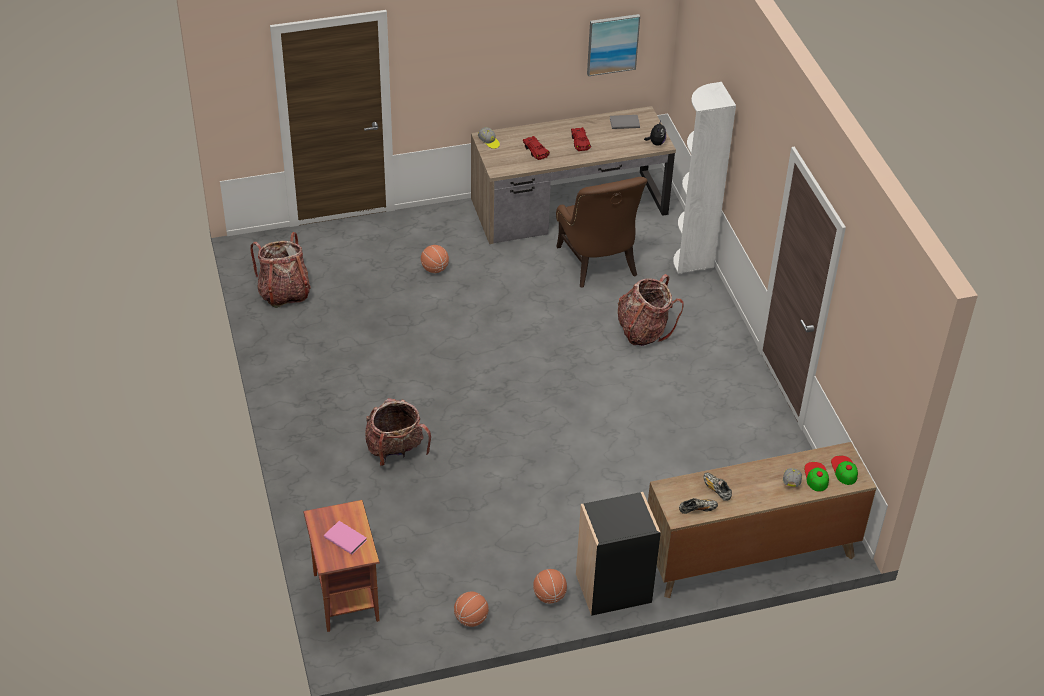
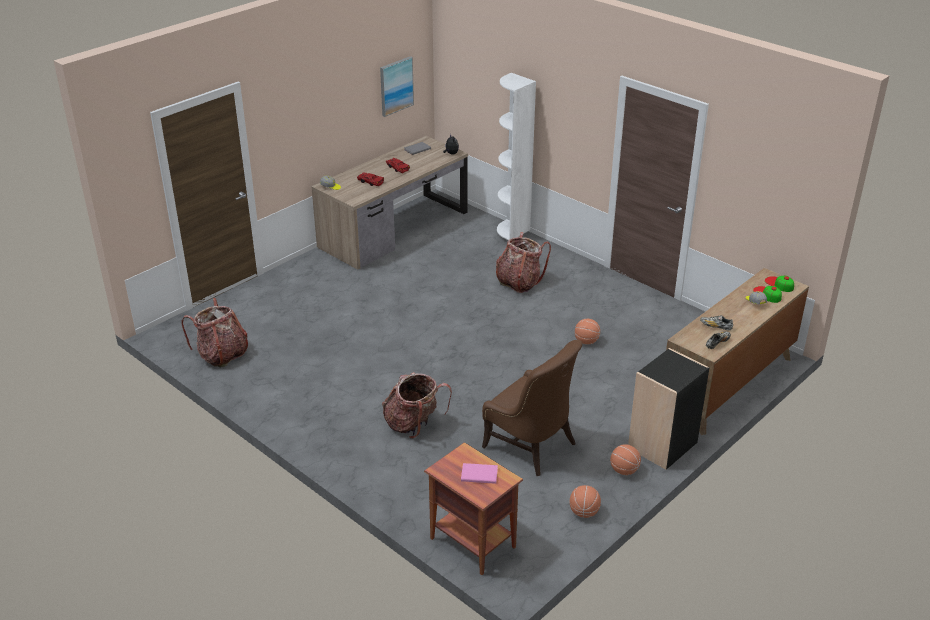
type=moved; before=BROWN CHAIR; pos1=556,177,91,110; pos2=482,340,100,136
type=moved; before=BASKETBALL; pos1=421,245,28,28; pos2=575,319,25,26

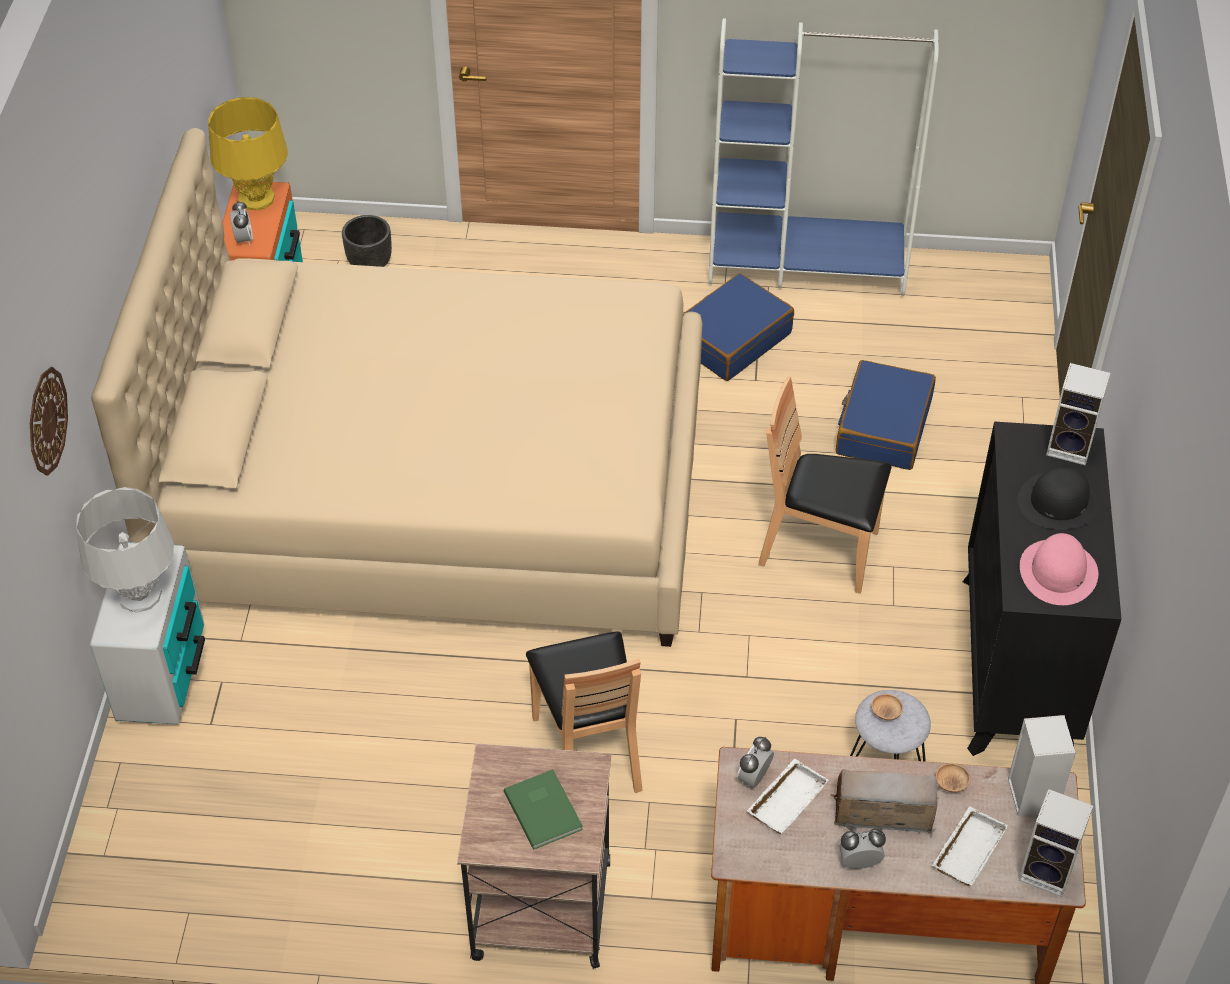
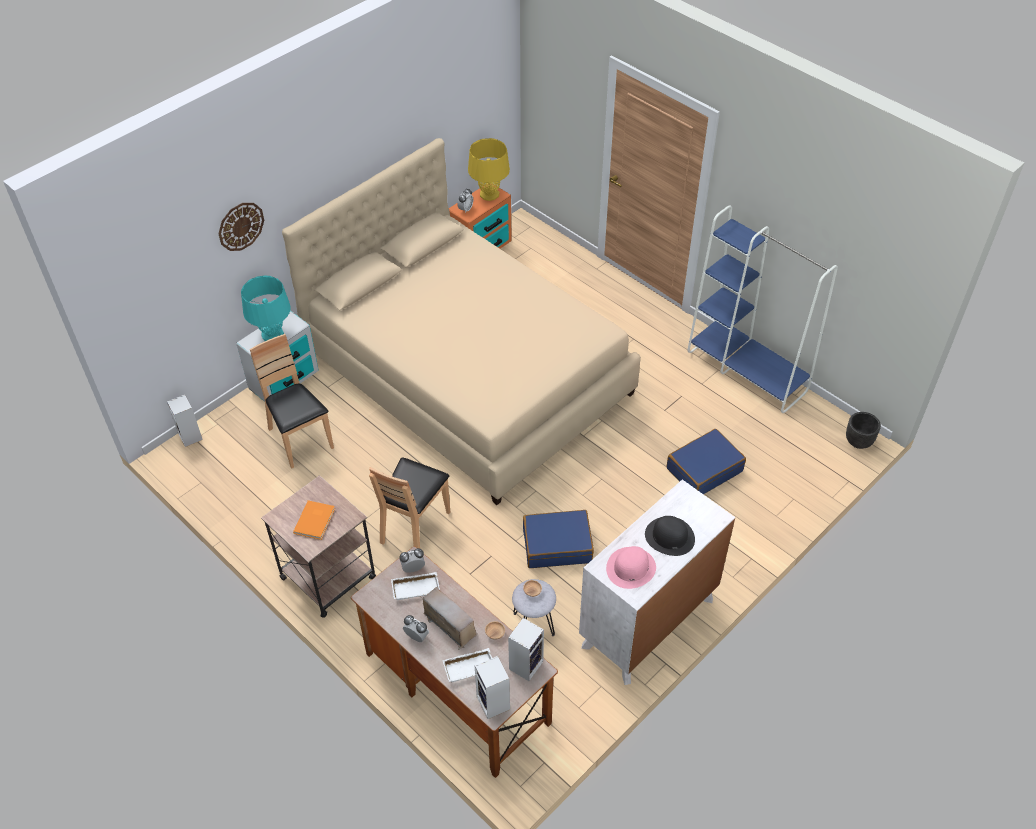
type=moved; before=BLACK PLANTER; pos1=342,215,50,52; pos2=846,412,35,37
type=moved; before=BLUE SUITCASE; pos1=683,273,111,108; pos2=523,510,71,58
type=moved; before=SPEAKER; pos1=1046,363,64,103; pos2=167,395,36,52
type=moved; before=BROWN CHAIR; pos1=758,376,134,218; pos2=250,334,84,135
type=recoloured; before=BLACK DRESSER; after=WHITE DRESSER; pos1=962,422,159,334; pos2=579,479,156,206
type=recoloured; before=GREY TABLE LAMP; after=TURQUOISE TABLE LAMP; pos1=76,487,98,126; pos2=241,275,50,66
type=recoloured; before=GREEN BOOK; after=ORANGE BOOK; pos1=504,769,79,81; pos2=293,500,42,40

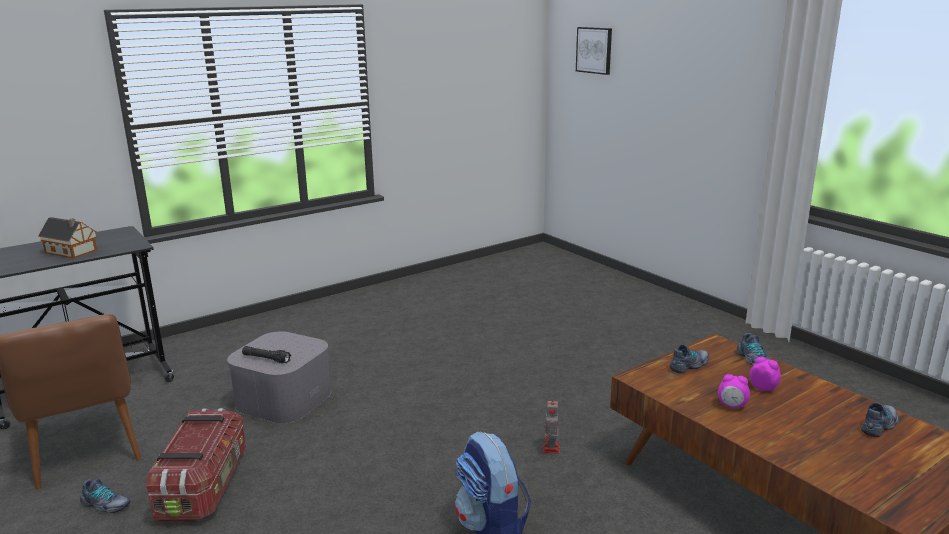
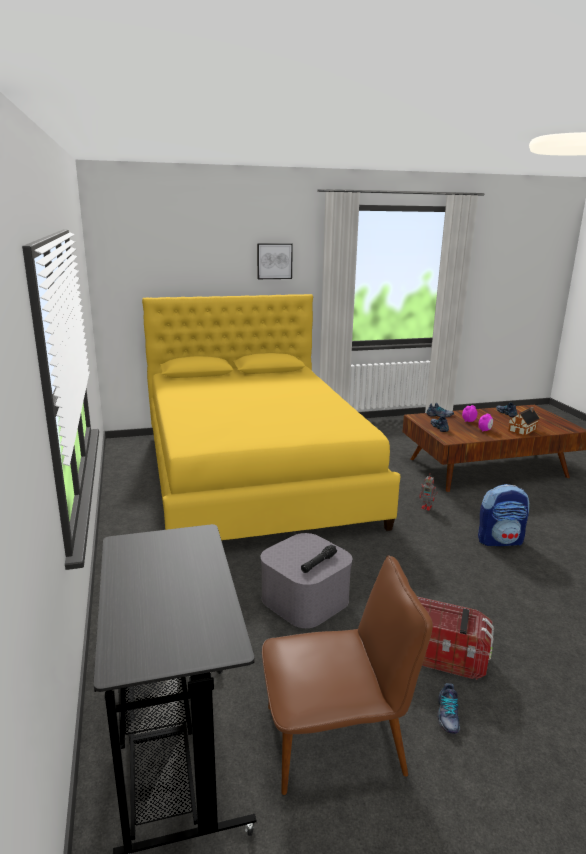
type=moved; before=PICTURE; pos1=576,27,36,48; pos2=257,243,36,36
type=moved; before=TOY HOUSE; pos1=38,217,59,41; pos2=508,407,32,29
type=turned; before=SHOE; pos1=80,479,51,34; pos2=437,683,23,51; turn=150
type=added; after=YELLOW BED; pos2=142,294,258,246

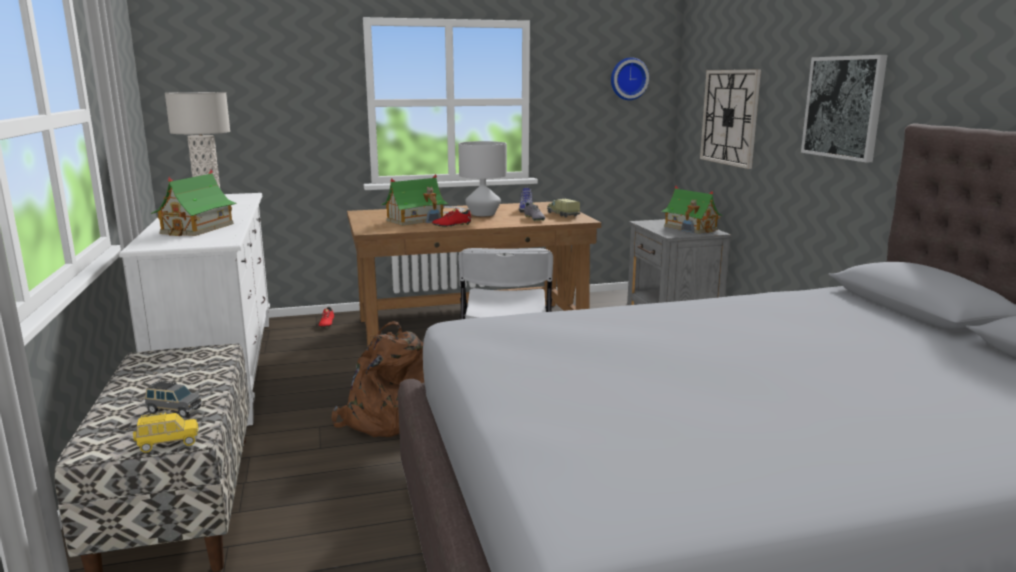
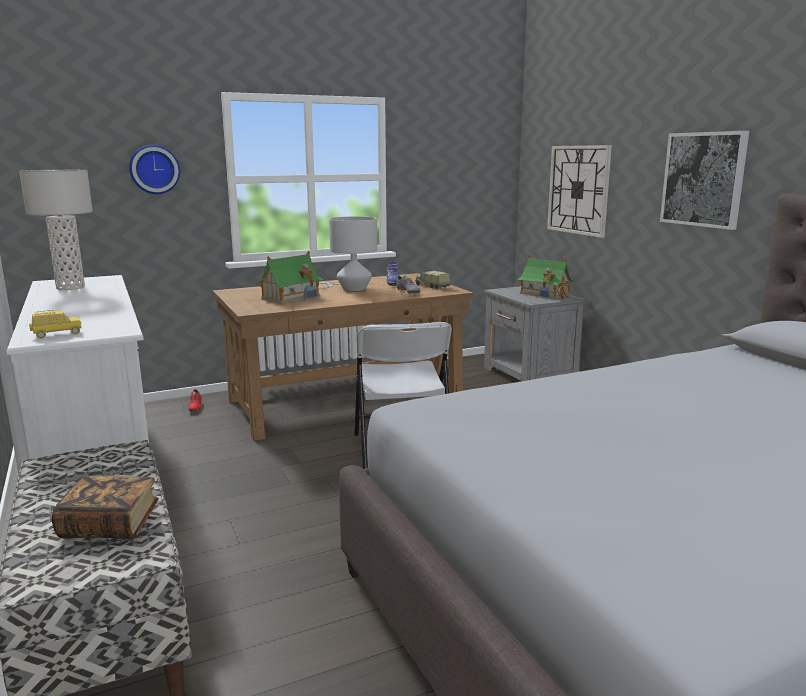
type=moved; before=WALL CLOCK; pos1=611,57,38,43; pos2=129,145,51,49
type=removed; before=TOY HOUSE; pos1=151,170,86,66
type=removed; before=RED SHOE; pos1=432,208,39,20
type=removed; before=BROWN BACKPACK; pos1=332,321,92,116
type=replaced; before=GREY TOY CAR; after=BOOK; pos1=145,380,57,38; pos2=52,476,107,63
type=moved; before=YELLOW TOY CAR; pos1=133,412,65,41; pos2=29,310,53,29

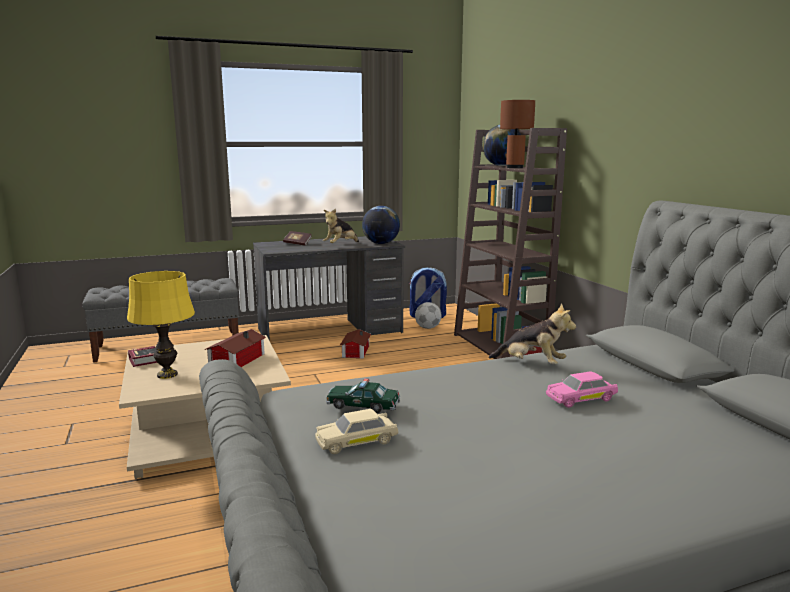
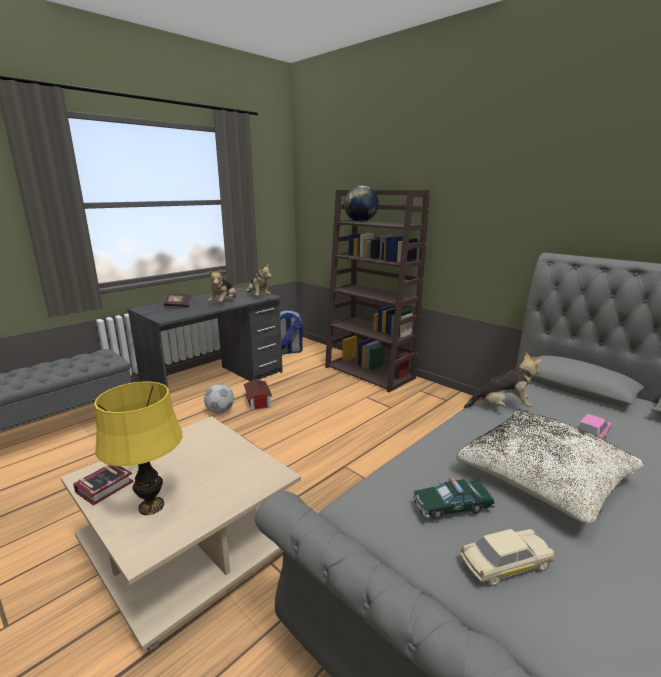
type=removed; before=BROWN TABLE LAMP; pos1=500,100,35,68
type=replaced; before=GLOBE; after=PLUSH TOY; pos1=362,206,38,38; pos2=246,265,26,31
type=moved; before=FOOTBALL; pos1=415,302,27,27; pos2=204,384,30,30
type=removed; before=TOY HOUSE; pos1=204,329,62,38
type=turned; before=BEIGE TOY CAR; pos1=315,409,83,45; pos2=460,529,95,57; turn=-150
type=added; after=BEIGE PILLOW; pos2=456,411,189,113

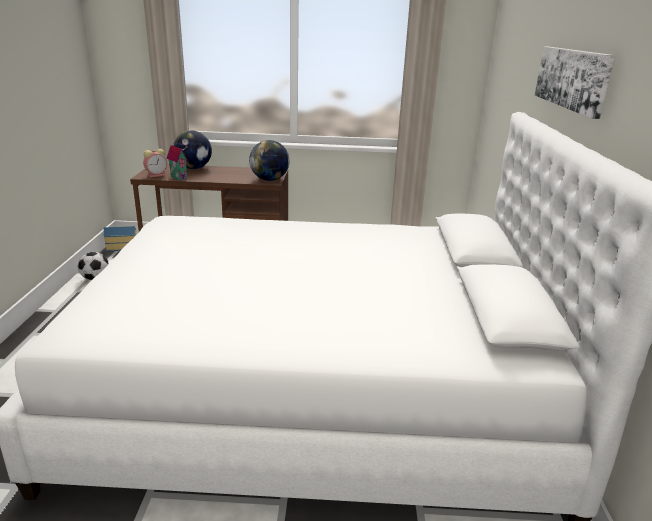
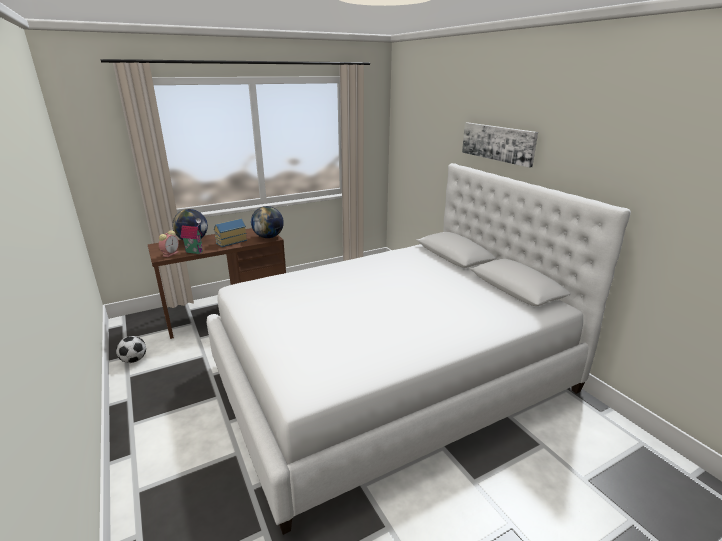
type=moved; before=TOY HOUSE; pos1=104,226,33,25; pos2=214,219,33,28

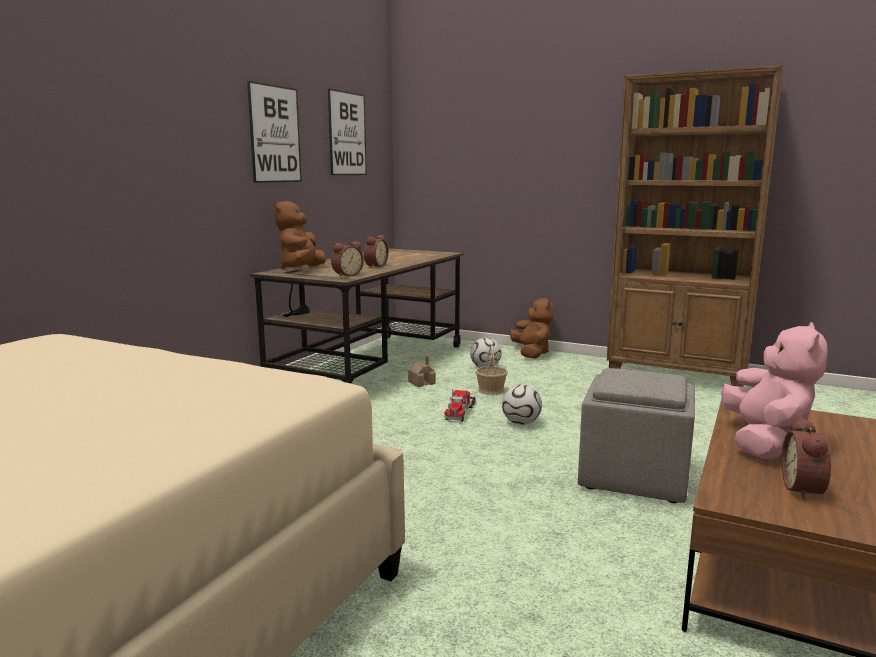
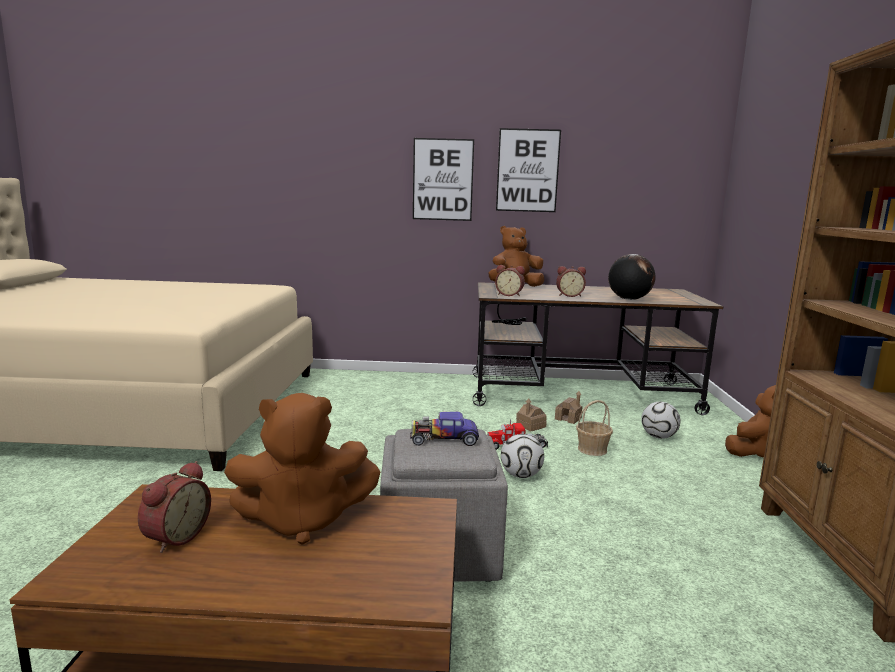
type=moved; before=PICTURE; pos1=328,88,39,87; pos2=413,138,61,83
type=recoloured; before=PINK PLUSH TOY; after=BROWN PLUSH TOY; pos1=721,322,107,137; pos2=224,393,156,152
type=turned; before=ALARM CLOCK; pos1=782,418,49,82; pos2=138,461,73,92; turn=120
type=added; after=GLOBE; pos2=608,254,48,46
type=added; after=TOY HOUSE; pos2=516,398,31,34
type=added; after=TOY CAR; pos2=410,412,69,34

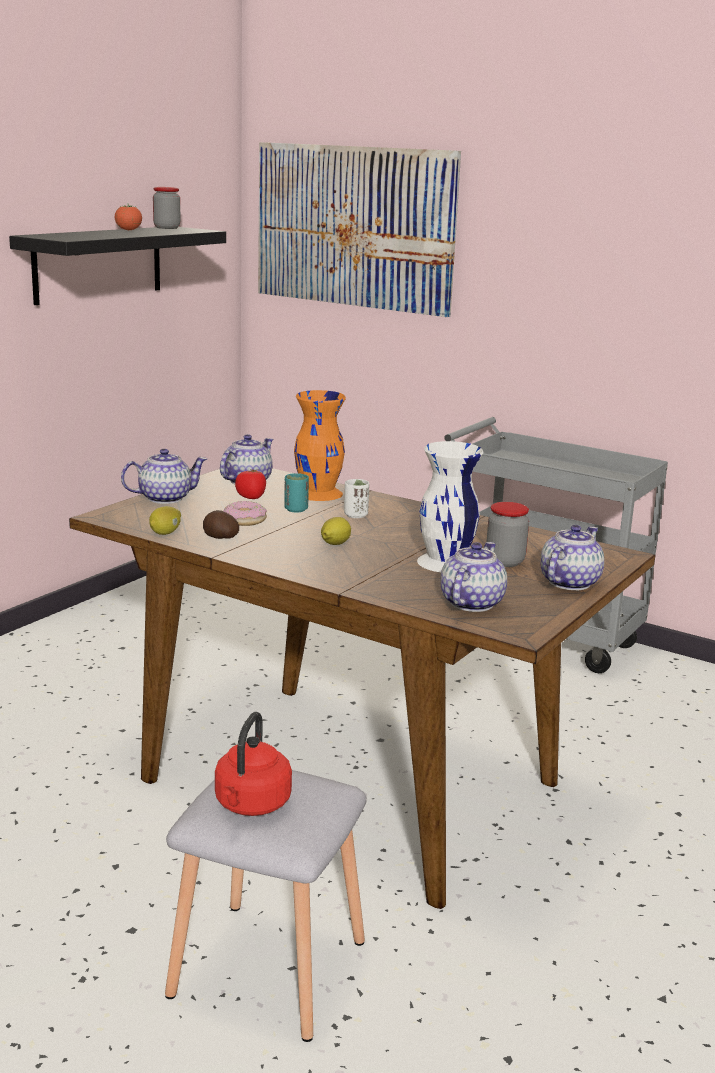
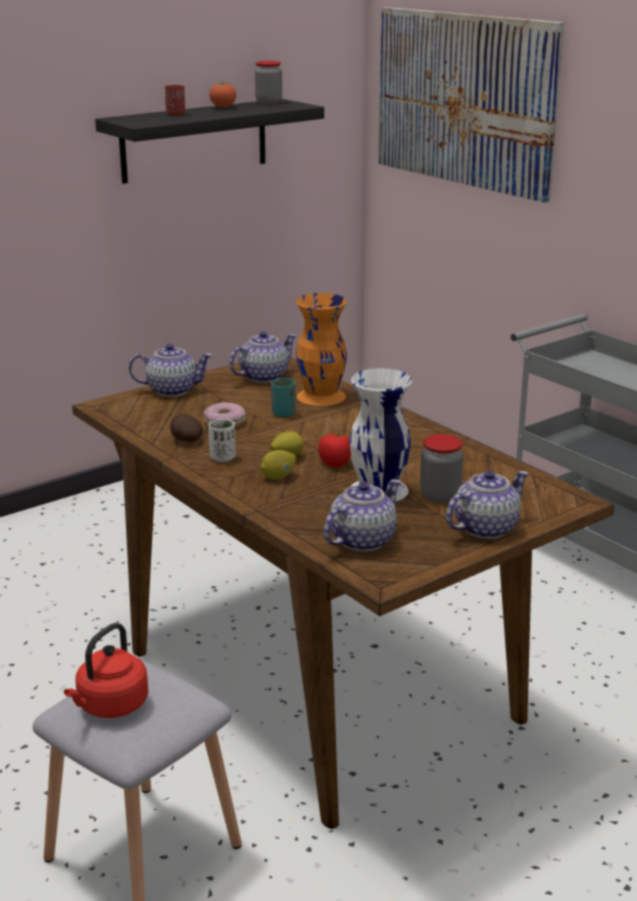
type=moved; before=TOMATO; pos1=235,469,31,30; pos2=318,432,33,35
type=moved; before=WHITE CUP; pos1=344,479,25,39; pos2=208,419,28,43
type=moved; before=LEMON; pos1=149,506,32,29; pos2=261,450,35,30
type=added; after=RED CUP; pos2=165,85,20,31

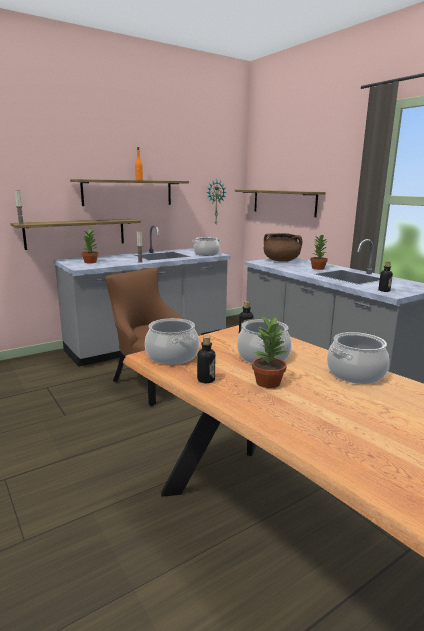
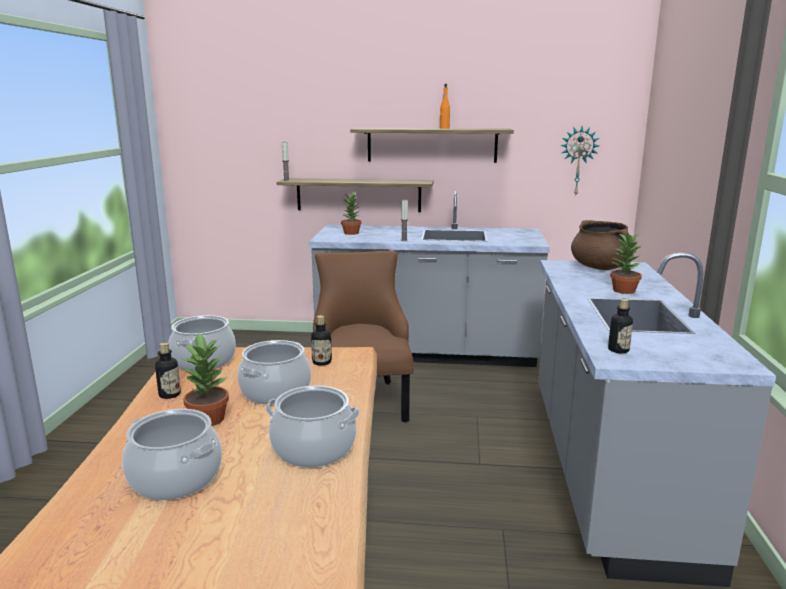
type=removed; before=SHELF; pos1=235,190,91,27
type=moved; before=COOKING POT; pos1=192,237,29,19; pos2=122,409,100,91

